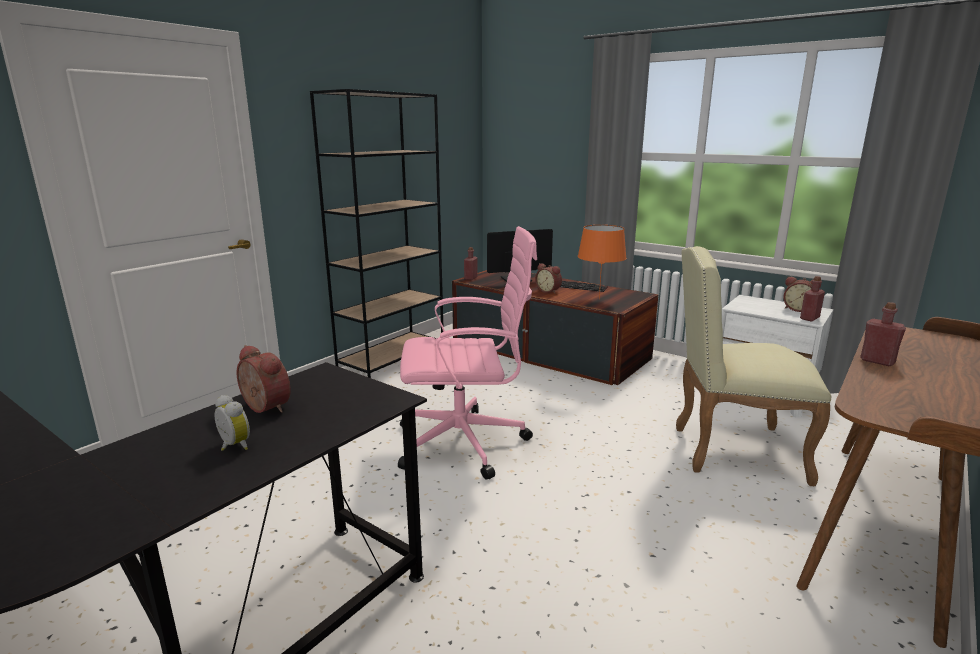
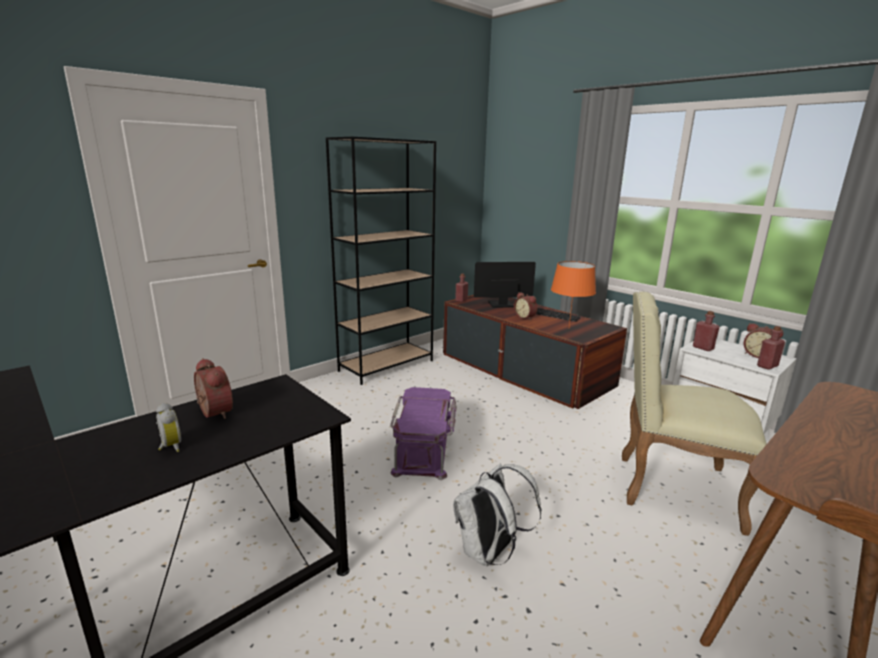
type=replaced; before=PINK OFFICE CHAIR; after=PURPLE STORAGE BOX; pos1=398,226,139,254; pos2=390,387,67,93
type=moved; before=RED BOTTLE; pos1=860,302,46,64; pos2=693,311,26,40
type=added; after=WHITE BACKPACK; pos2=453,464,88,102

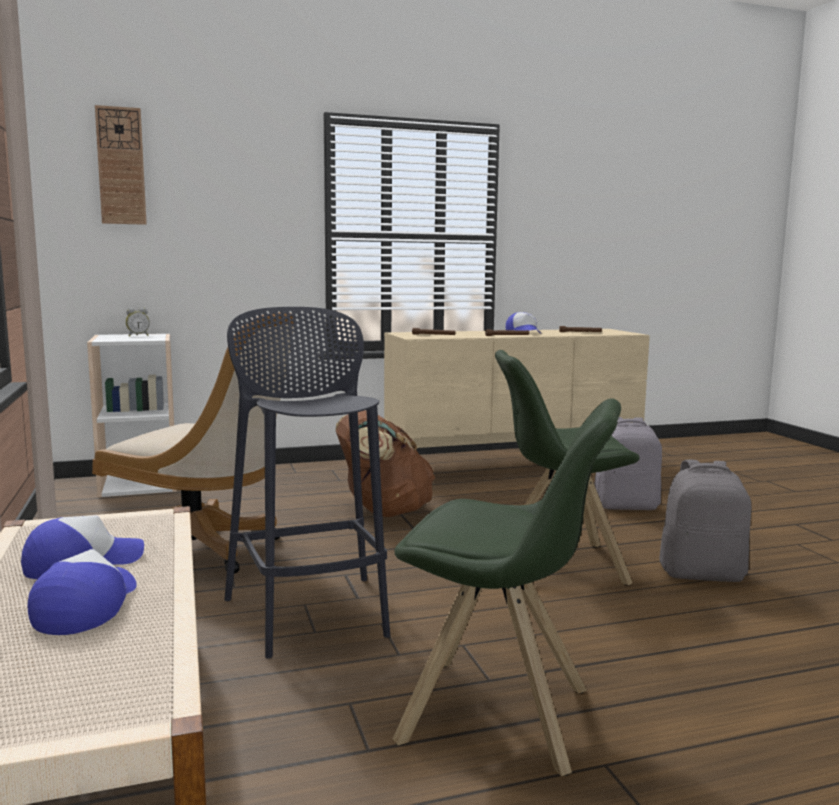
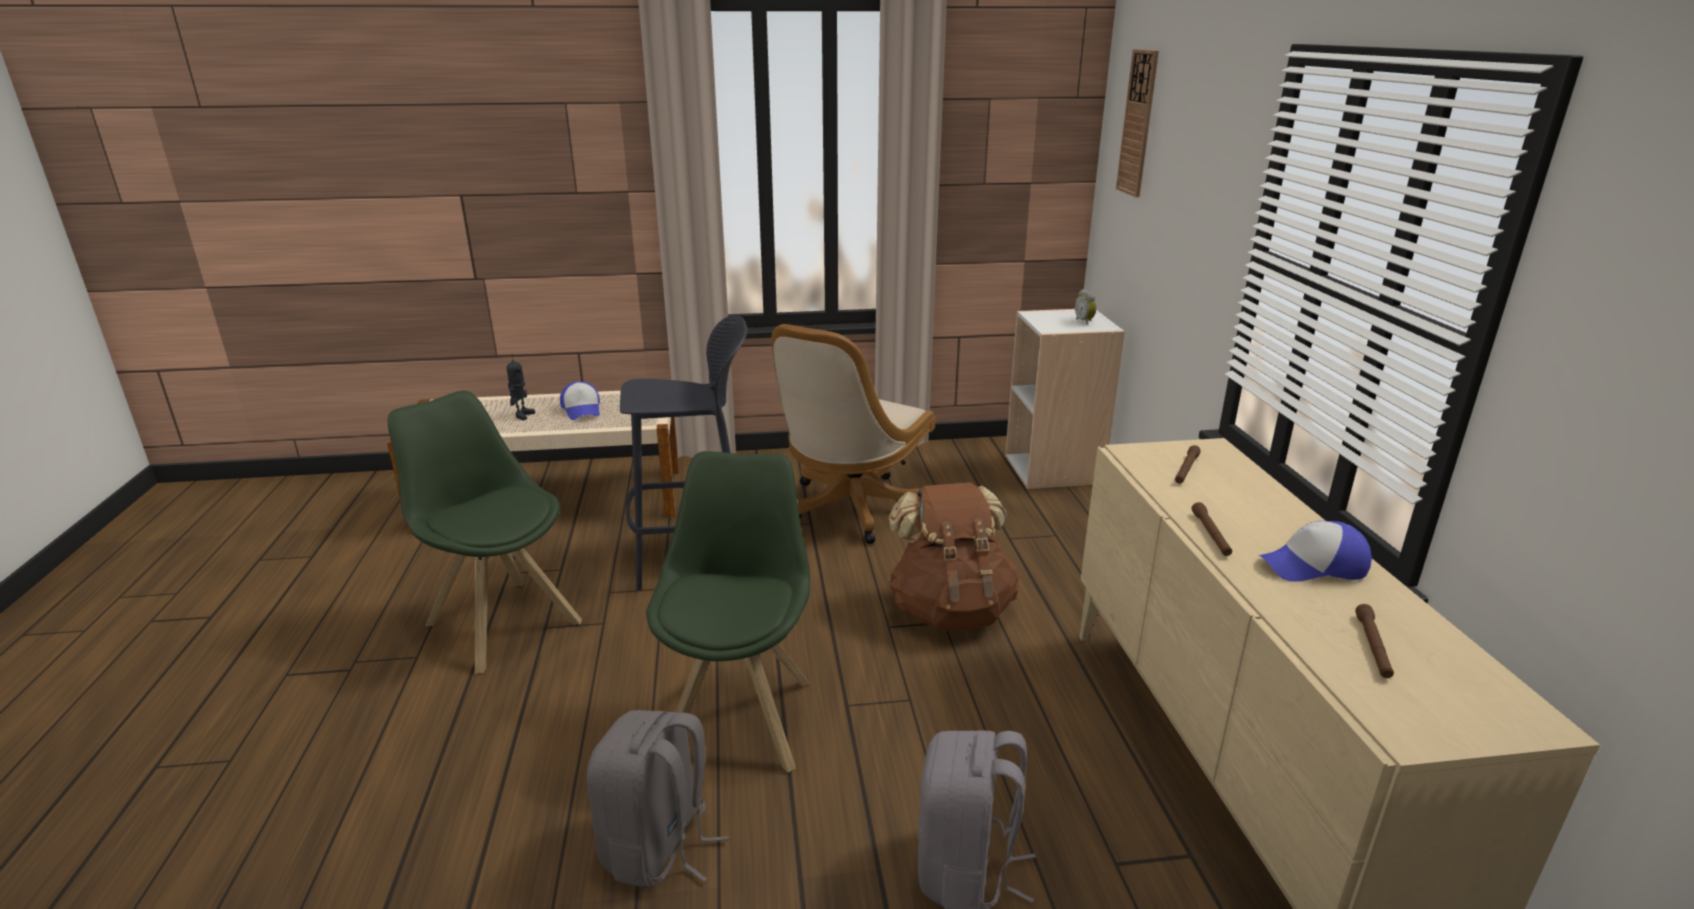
type=turned; before=GREEN CHAIR; pos1=393,398,228,378; pos2=388,390,194,284; turn=105
type=replaced; before=CAP; after=TOY ROBOT; pos1=27,549,110,86; pos2=507,354,28,66

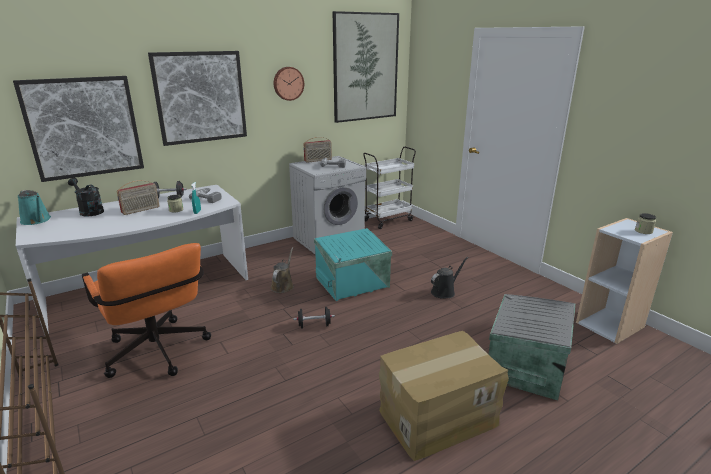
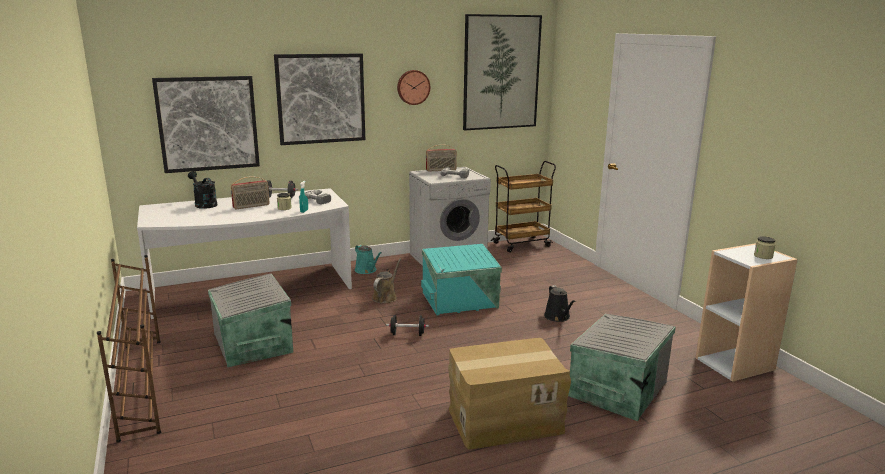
type=recoloured; before=WHITE CART; after=BROWN CART; pos1=363,147,53,82; pos2=491,161,65,92
type=moved; before=TURQUOISE WATERING CAN; pos1=18,190,33,35; pos2=355,245,27,29
type=replaced; before=ORANGE OFFICE CHAIR; after=GREY STORAGE BOX; pos1=82,243,129,135; pos2=208,274,86,93
type=turned; before=BLACK WATERING CAN; pos1=431,257,37,42; pos2=544,285,31,37; turn=105

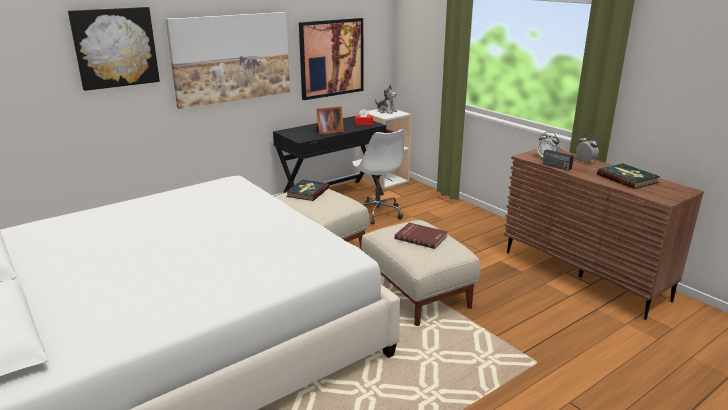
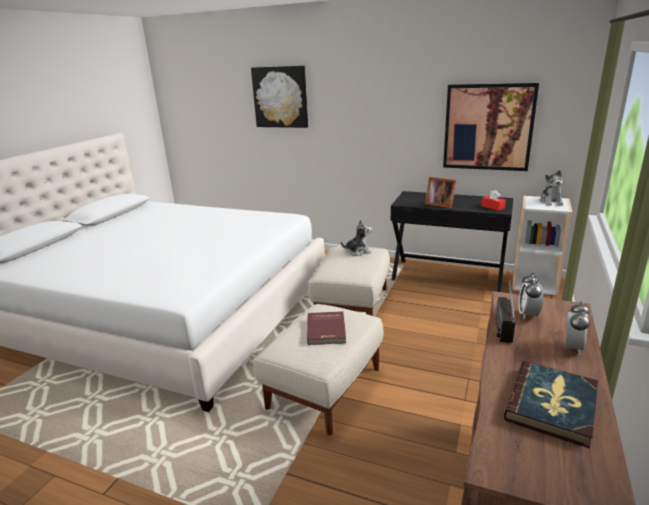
type=removed; before=PICTURE; pos1=166,12,124,97
type=removed; before=WHITE OFFICE CHAIR; pos1=352,129,53,95
type=replaced; before=BOOK; after=PLUSH TOY; pos1=286,180,43,21; pos2=341,220,32,36

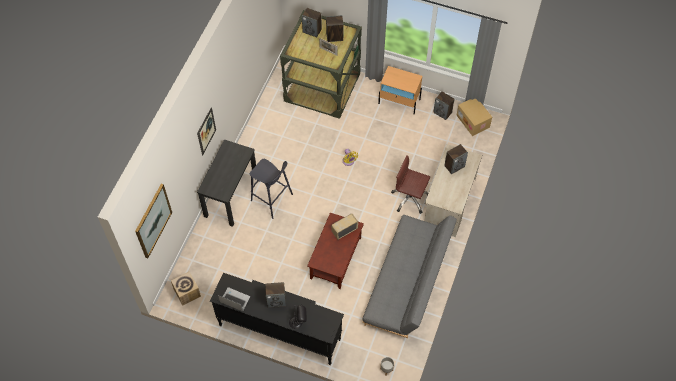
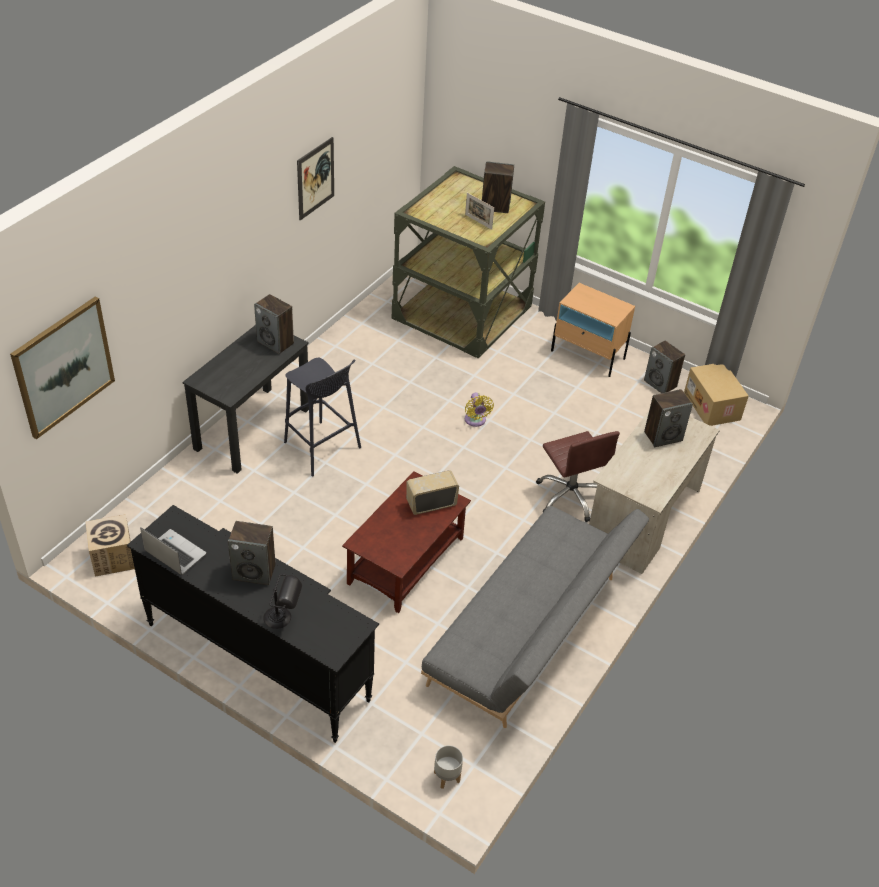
type=moved; before=SPEAKER; pos1=302,8,20,29; pos2=254,294,40,60
type=moved; before=PICTURE; pos1=197,107,19,48; pos2=297,137,37,84
type=turned; before=BROWN OFFICE CHAIR; pos1=391,155,39,59; pos2=536,431,84,92; turn=-150

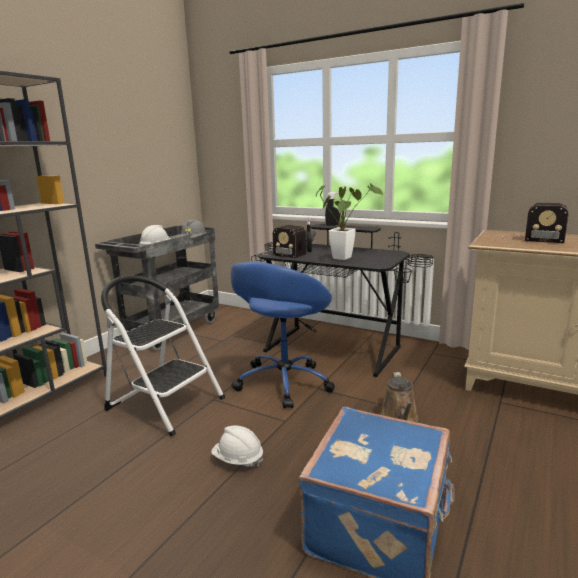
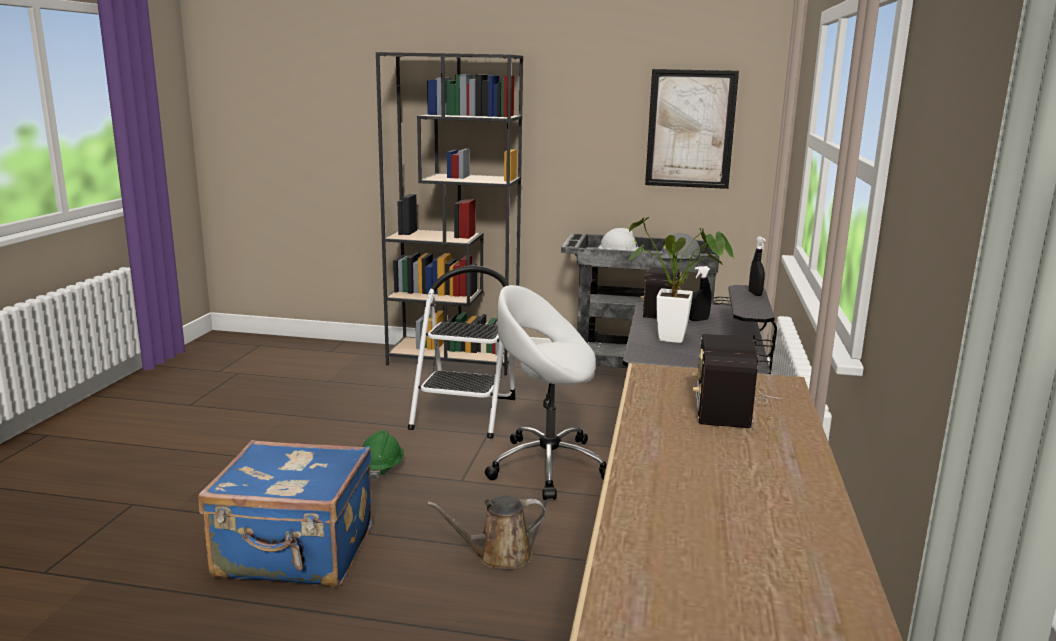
type=recoloured; before=BLUE OFFICE CHAIR; after=WHITE OFFICE CHAIR; pos1=231,262,104,146; pos2=485,285,121,215
type=recoloured; before=WHITE HARD HAT; after=GREEN HARD HAT; pos1=211,426,52,41; pos2=362,430,42,50
type=added; after=PICTURE; pos2=645,69,94,120

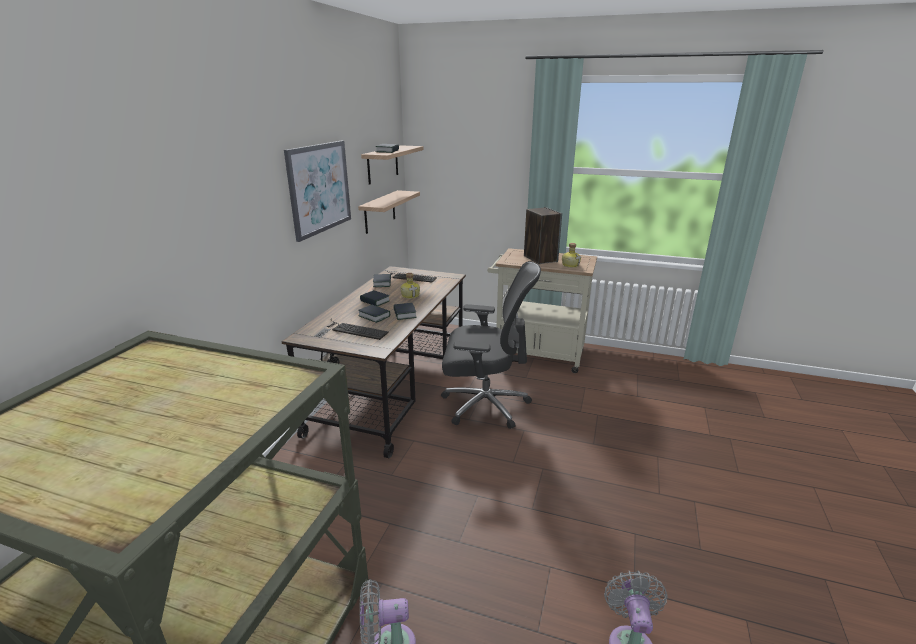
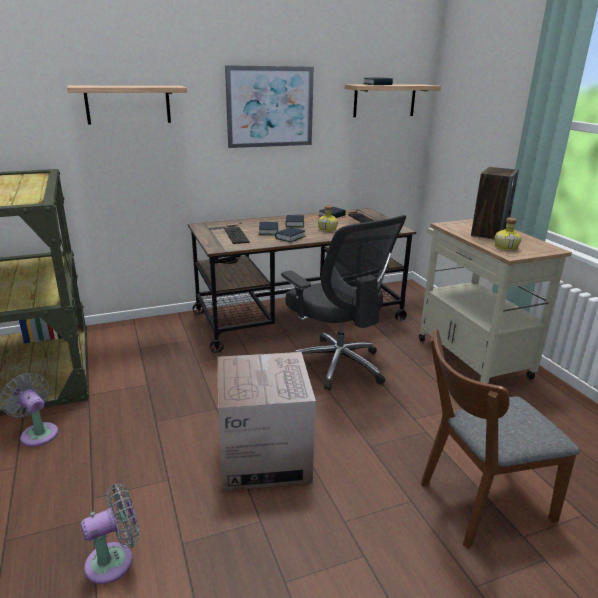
type=moved; before=SHELF; pos1=358,190,62,44; pos2=67,86,120,39
type=added; after=BROWN CHAIR; pos2=421,329,159,220
type=added; after=CARDBOARD BOX; pos2=218,352,98,139

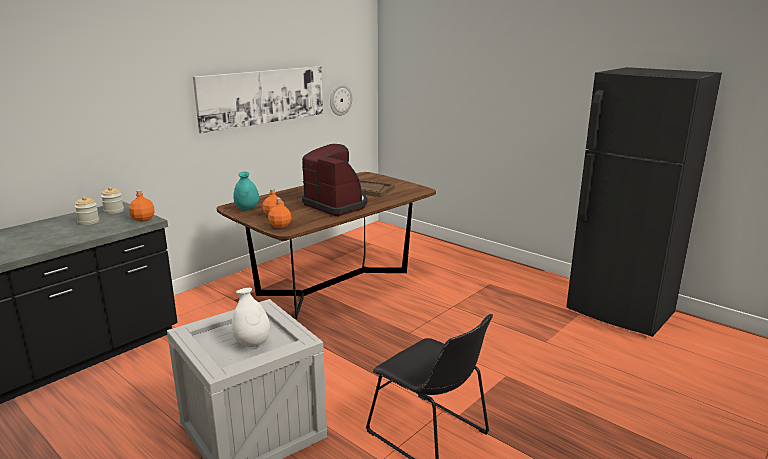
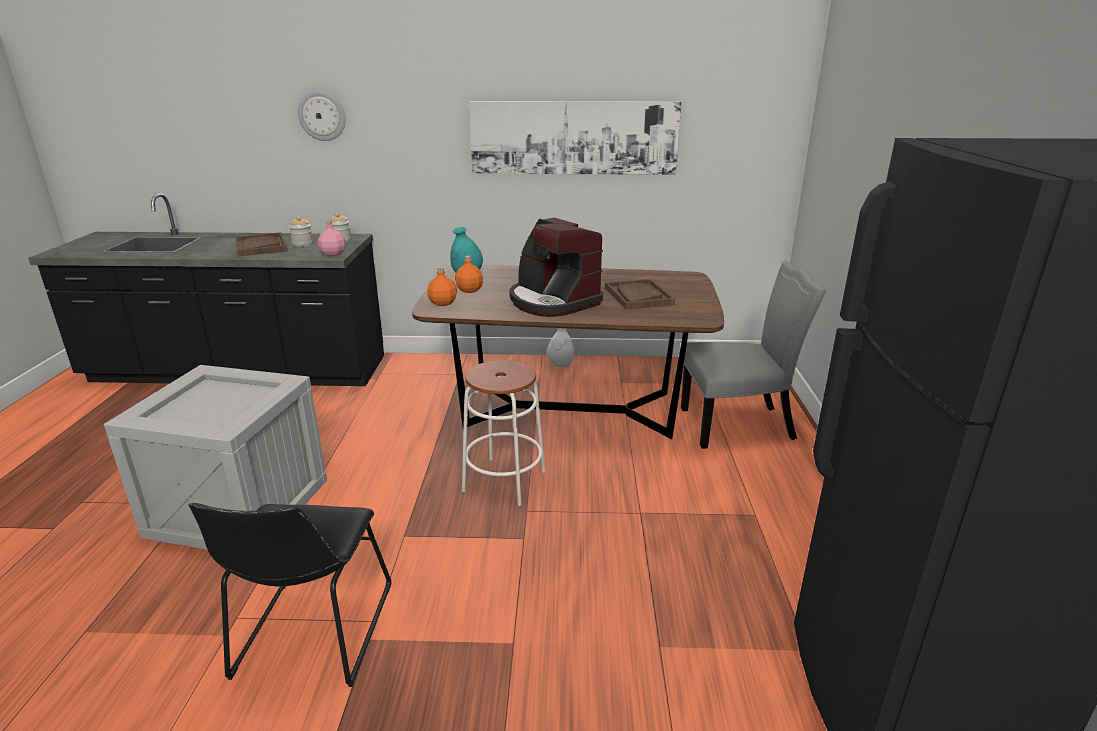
type=moved; before=WALL CLOCK; pos1=330,84,22,32; pos2=298,90,48,51
type=turned; before=COFFEE MACHINE; pos1=302,144,66,72; pos2=509,218,94,99; turn=135
type=recoloured; before=ORANGE BOTTLE; after=PINK BOTTLE; pos1=129,190,26,32; pos2=318,221,28,35
type=moved; before=WHITE VASE; pos1=232,288,38,59; pos2=547,328,27,39
type=added; after=BROWN TRAY; pos2=235,232,53,25
type=added; after=GREY CHAIR; pos2=681,261,145,188
type=added; after=WHITE STOOL; pos2=462,360,83,146

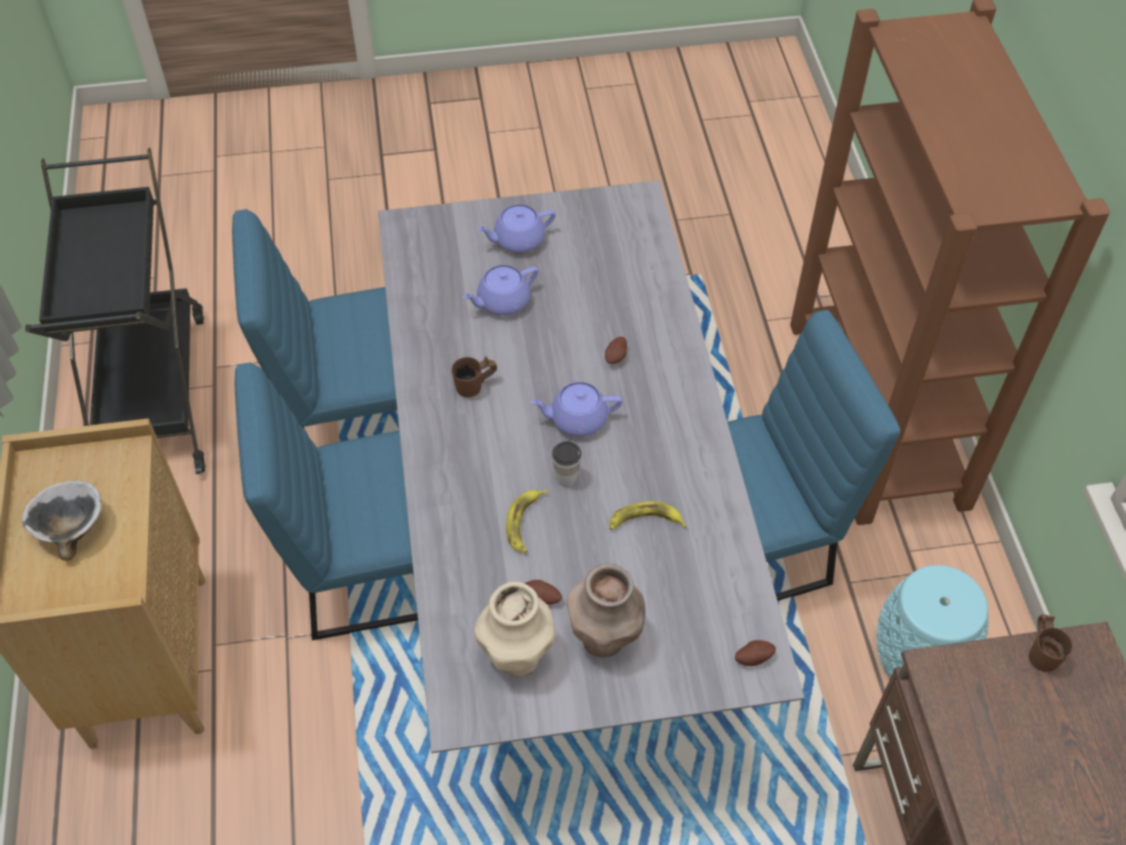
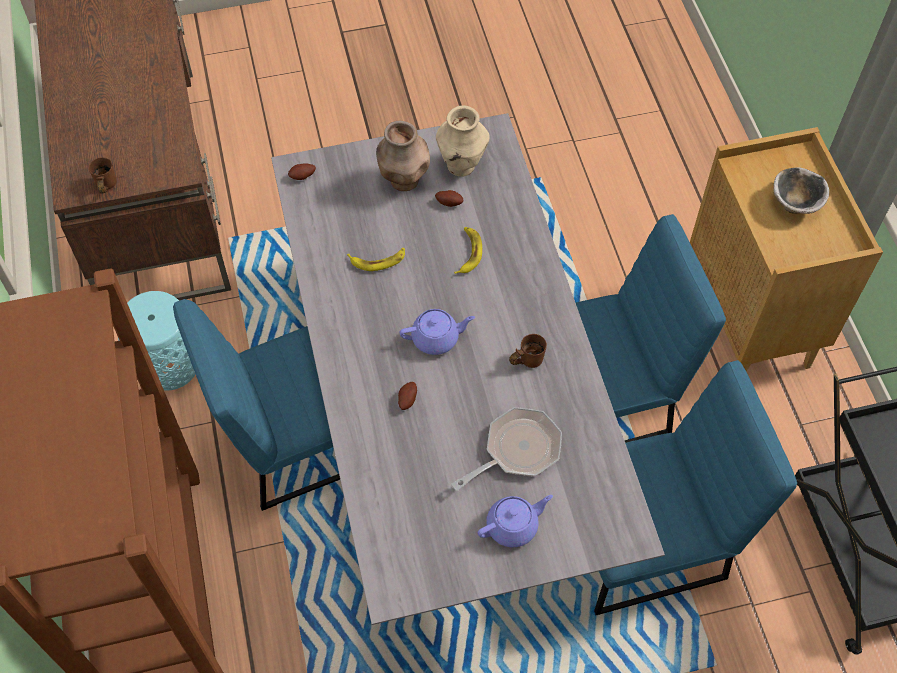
type=replaced; before=PURPLE TEAPOT; after=FRYING PAN; pos1=462,265,76,51; pos2=451,407,111,84
type=removed; before=CUP; pos1=552,441,29,46

